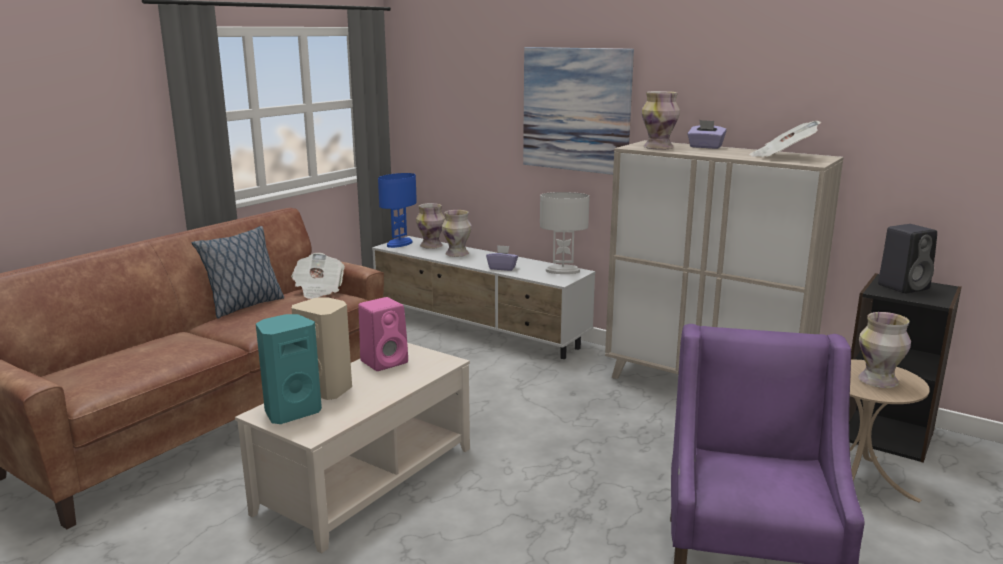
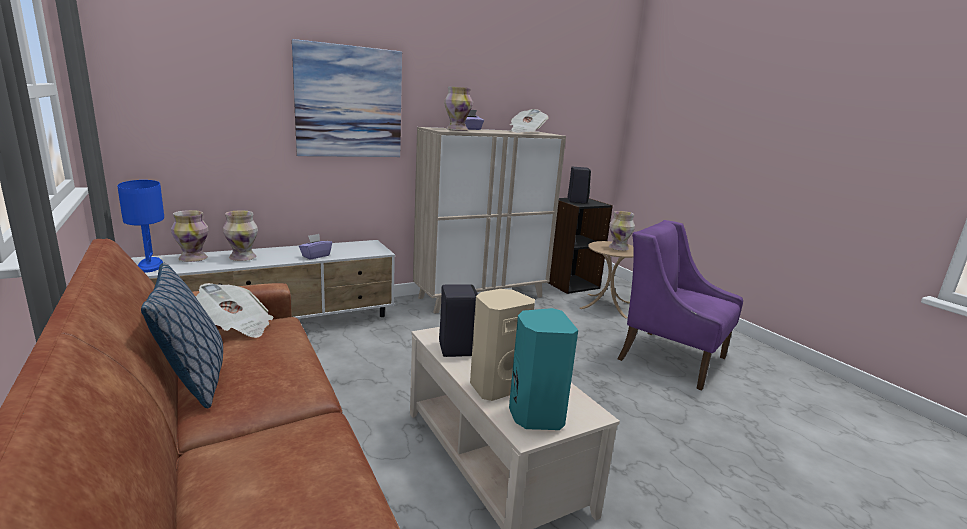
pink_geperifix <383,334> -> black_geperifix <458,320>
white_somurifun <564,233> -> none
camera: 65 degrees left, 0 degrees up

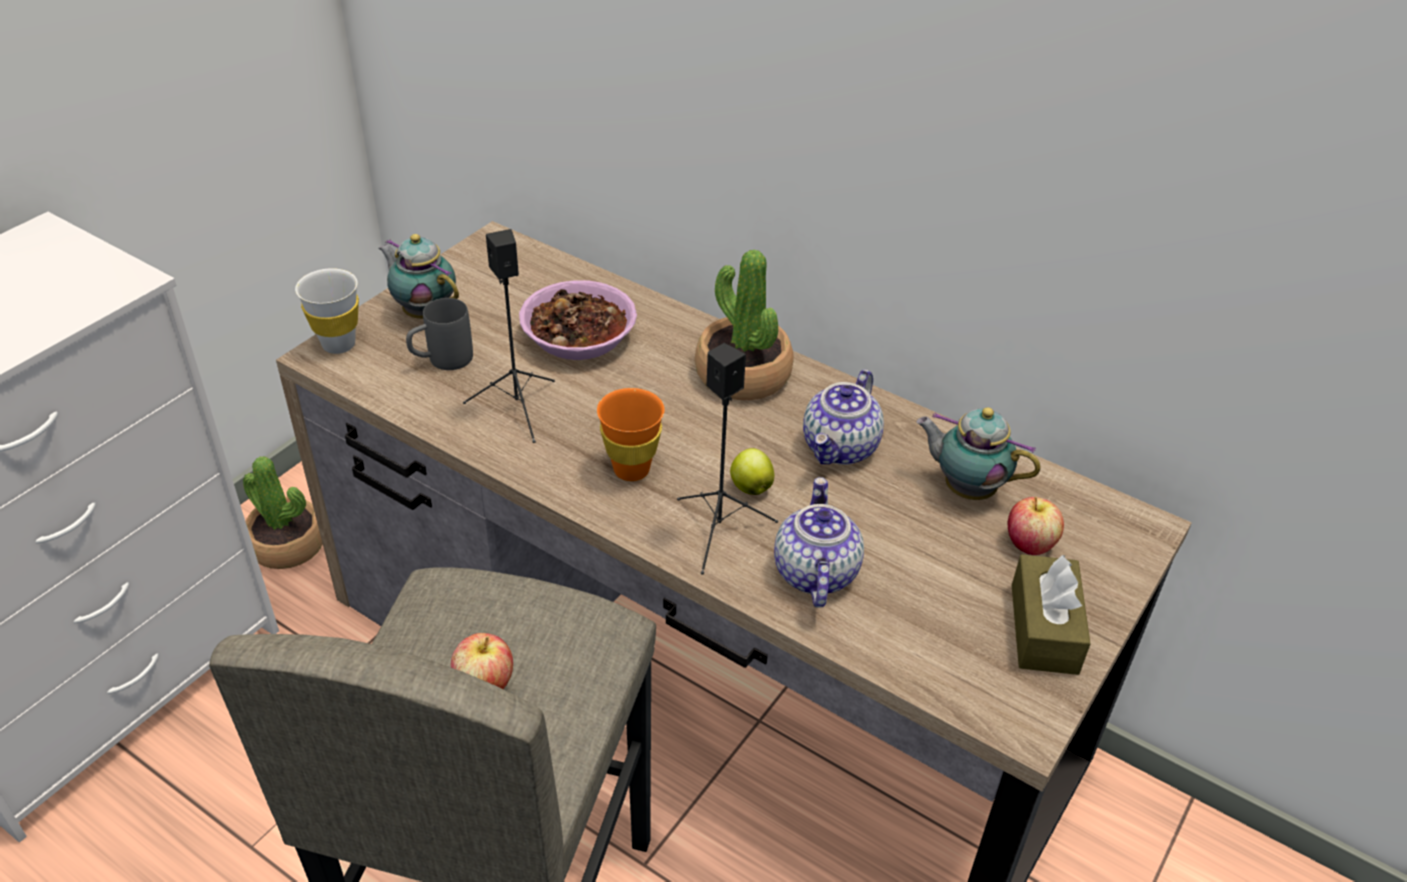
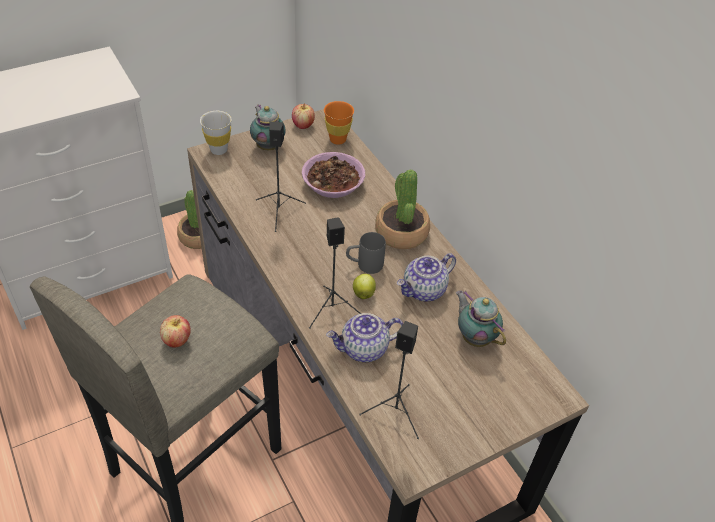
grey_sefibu <439,334> -> grey_sefibu <366,253>, move
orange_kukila <630,434> -> orange_kukila <339,123>, move
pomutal <819,542> -> pomutal <364,337>, 135 degrees counterclockwise
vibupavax <1036,526> -> vibupavax <303,116>, move
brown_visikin <1051,614> -> none
none -> black_geperifix <389,380>
camera: 25 degrees right, 5 degrees up

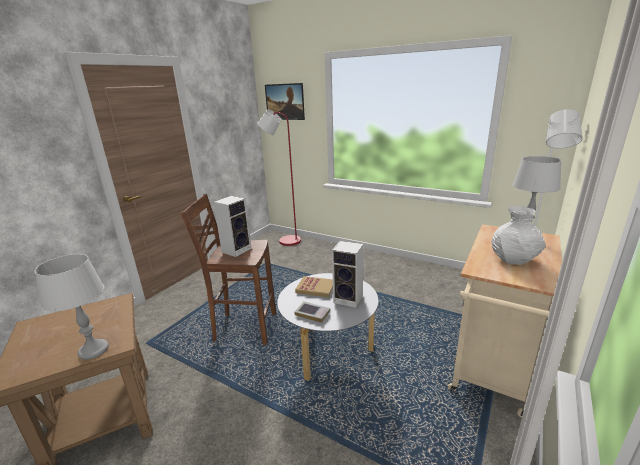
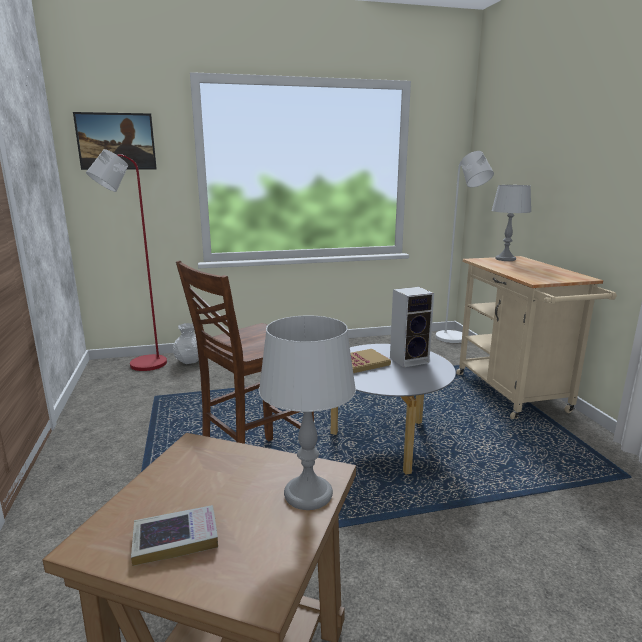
geperifix <232,226> -> none
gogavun <312,312> -> gogavun <174,535>, move
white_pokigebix <519,235> -> white_pokigebix <186,343>, move
camera: 45 degrees left, 5 degrees down

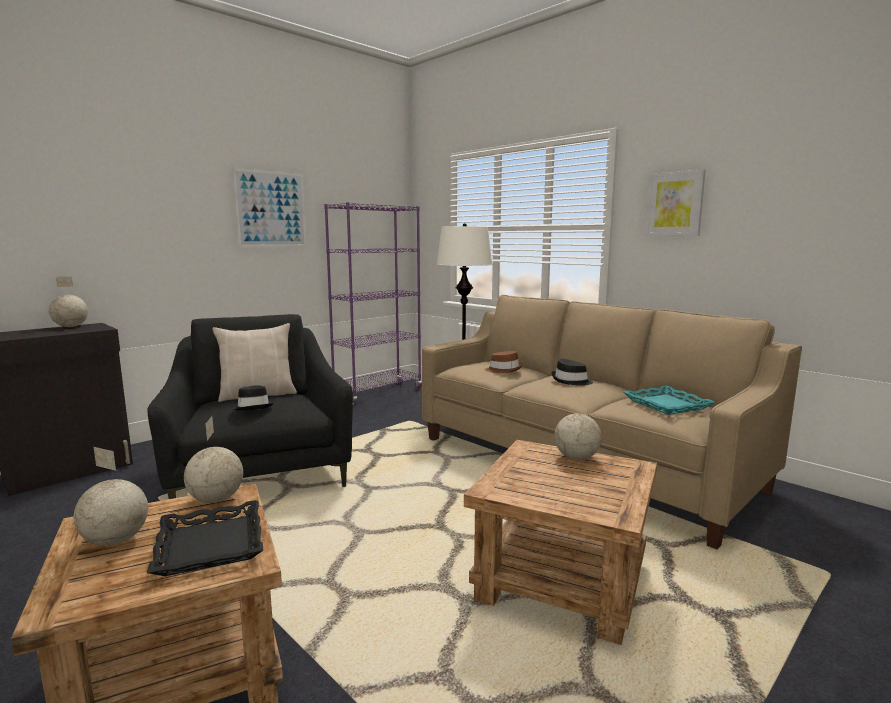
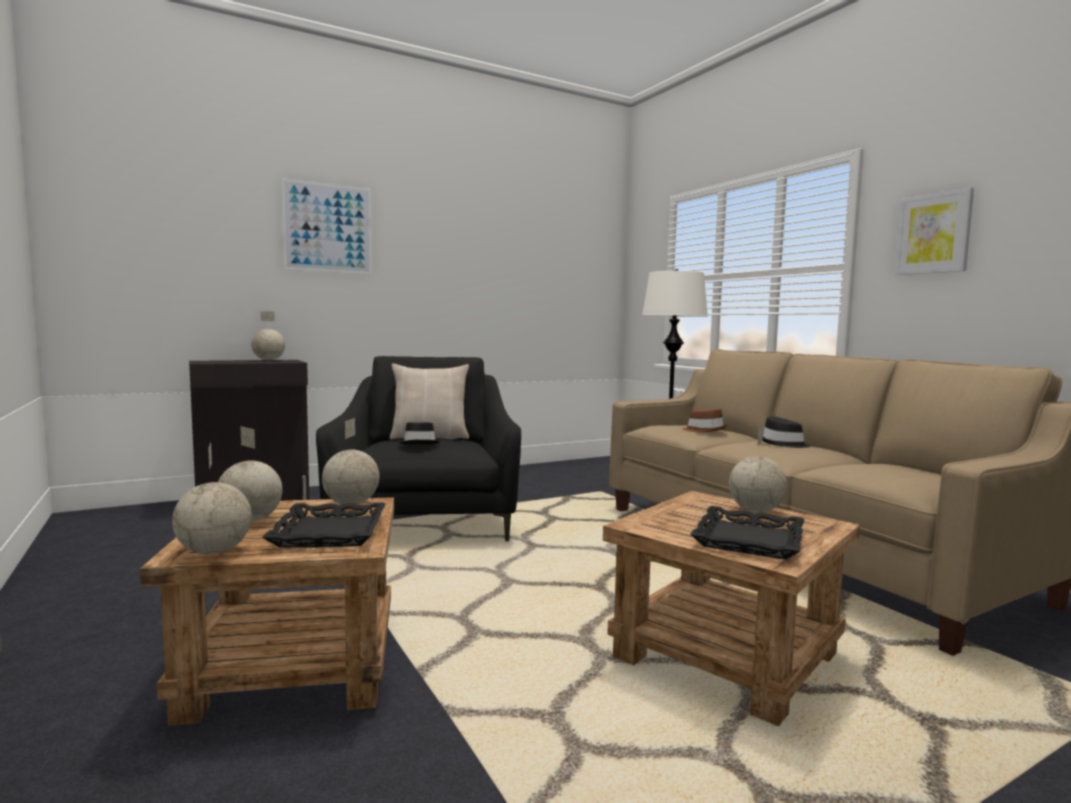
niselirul <269,207> -> niselirul <326,226>, move
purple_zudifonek <373,304> -> none
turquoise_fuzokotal <669,400> -> none
none -> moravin <212,499>
none -> black_fuzokotal <747,533>
camera: 15 degrees right, 5 degrees down

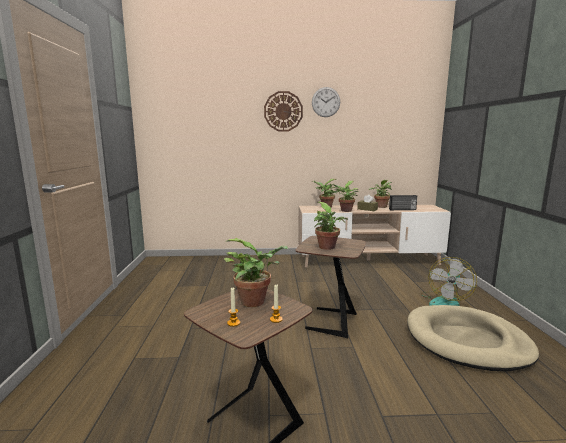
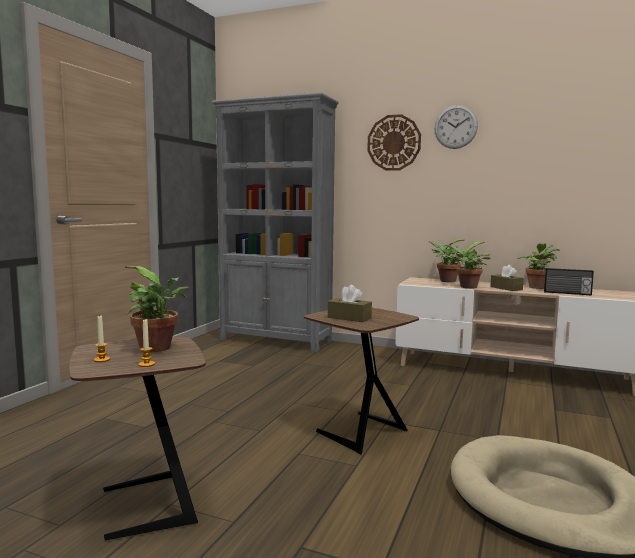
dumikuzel <331,226> -> brown_visikin <350,303>
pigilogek <449,281> -> none
none -> grey_zudifonek <275,222>
camera: 25 degrees right, 5 degrees down

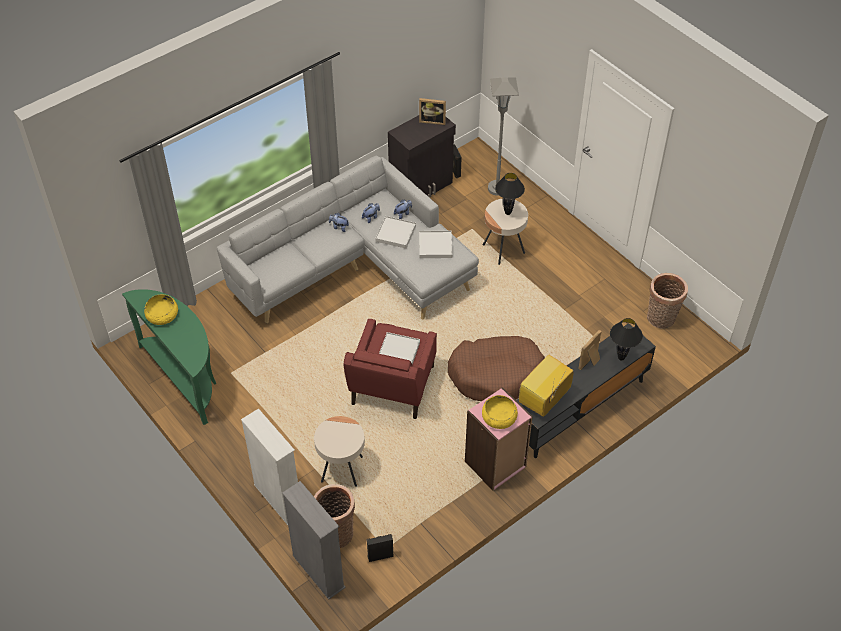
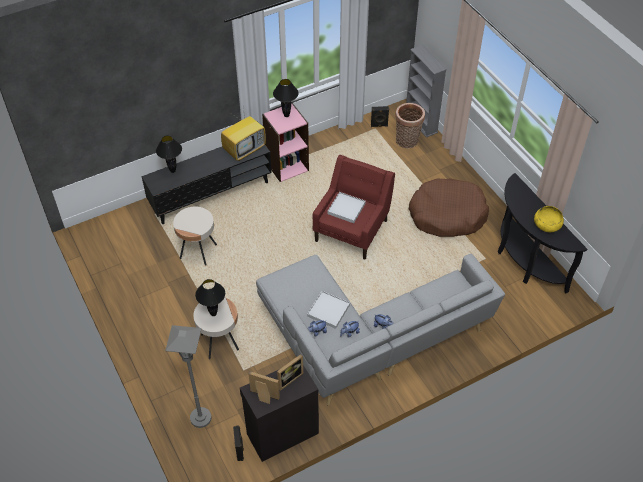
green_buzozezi <169,357> -> black_buzozezi <542,233>
white_zudifonek <269,466> -> none
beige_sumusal <339,451> -> beige_sumusal <195,236>, move
white_fuzokotal <435,244> -> none
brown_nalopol <496,368> -> brown_nalopol <448,207>, move
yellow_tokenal <500,412> -> black_somurifun <286,98>
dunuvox <590,350> -> dunuvox <290,372>, move
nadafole <667,300> -> none
camera: 170 degrees left, 0 degrees up

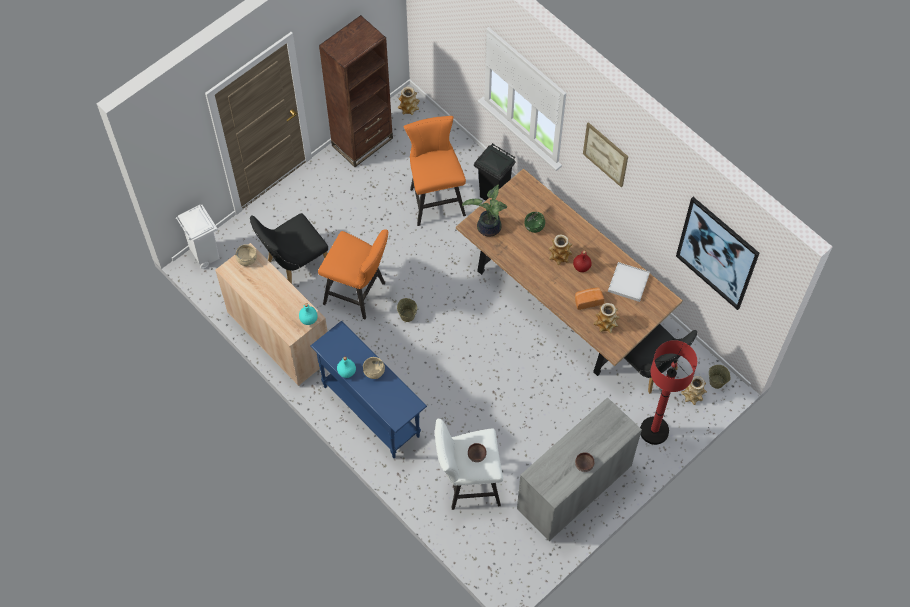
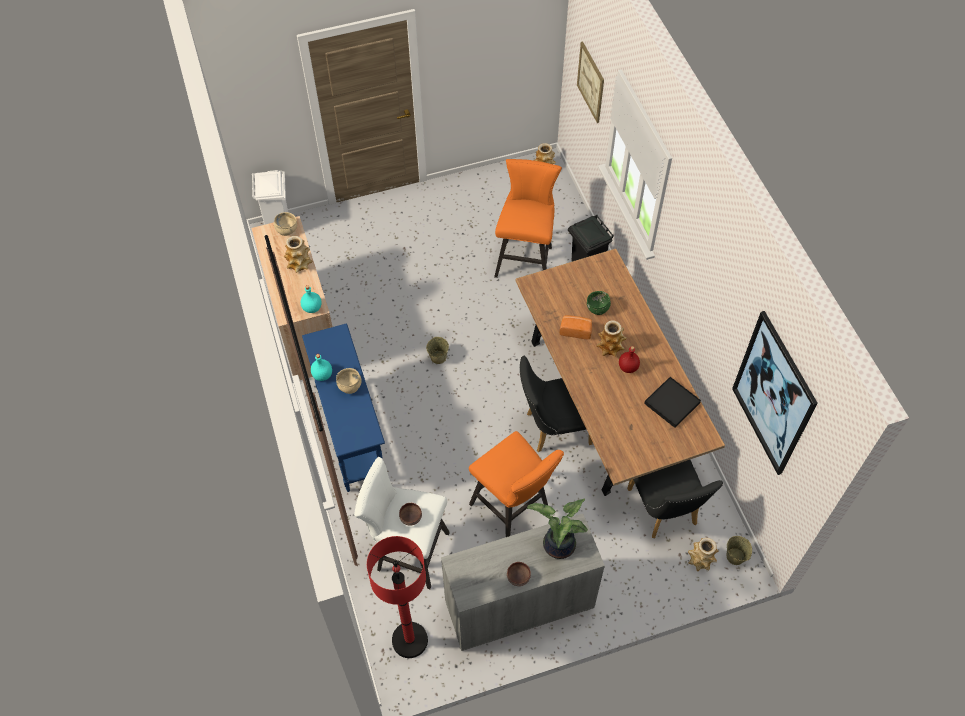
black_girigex <289,248> -> black_girigex <556,404>, move
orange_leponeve <353,274> -> orange_leponeve <516,484>, move
brown_zudifonek <356,91> -> none
dumikuzel <484,211> -> dumikuzel <557,529>, move
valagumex <589,298> -> valagumex <576,327>, move
niselirul <605,155> -> niselirul <590,82>, move
pokigebix <606,318> -> pokigebix <298,254>, move
white_fuzokotal <629,282> -> black_fuzokotal <672,402>
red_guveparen <668,392> -> red_guveparen <397,597>, move
camera: 25 degrees right, 5 degrees down

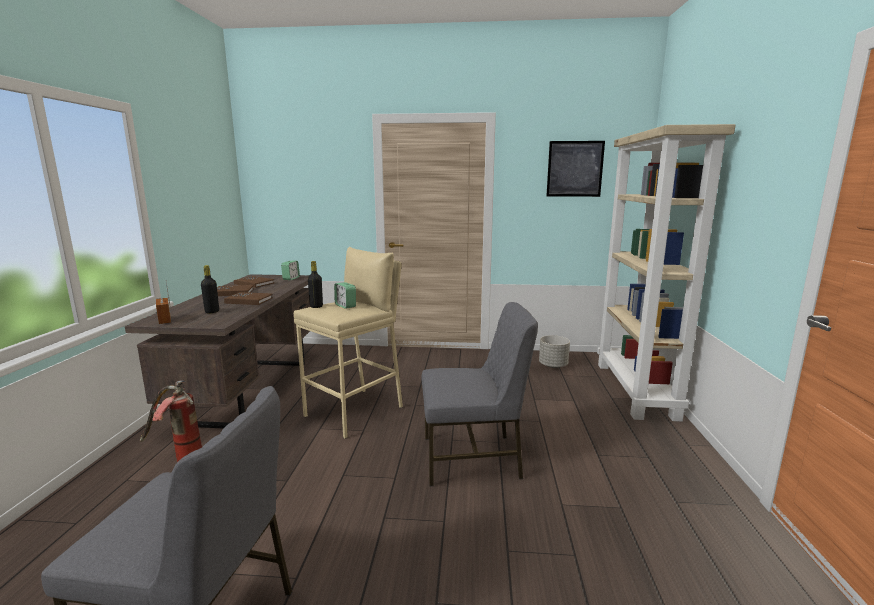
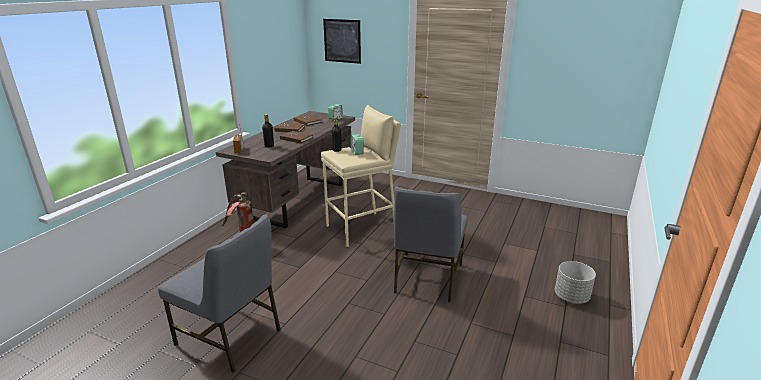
grey_girigex <479,394> -> grey_girigex <431,244>, 90 degrees clockwise
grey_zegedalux <554,351> -> grey_zegedalux <575,282>, move
niselirul <576,169> -> niselirul <342,41>, move
beige_zudifonek <666,273> -> none
camera: 20 degrees right, 10 degrees up

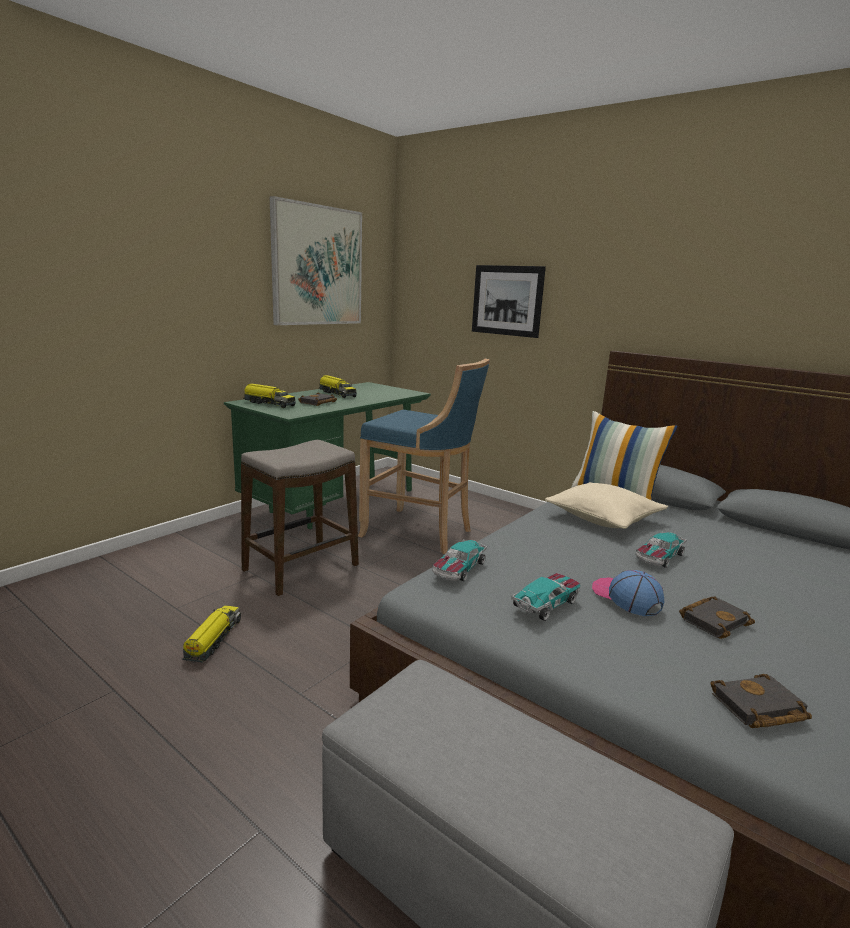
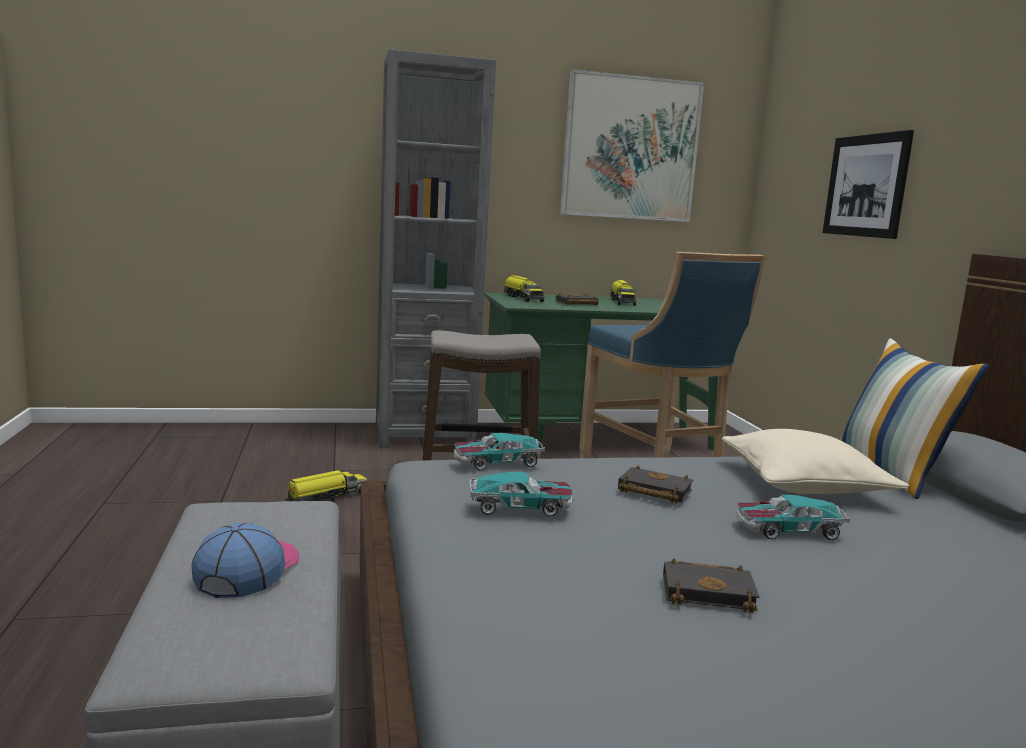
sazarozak <628,593> -> sazarozak <245,560>, move
black_gogavun <761,701> -> black_gogavun <655,484>, move
none -> grey_zudifonek <436,248>
camera: 40 degrees right, 5 degrees down

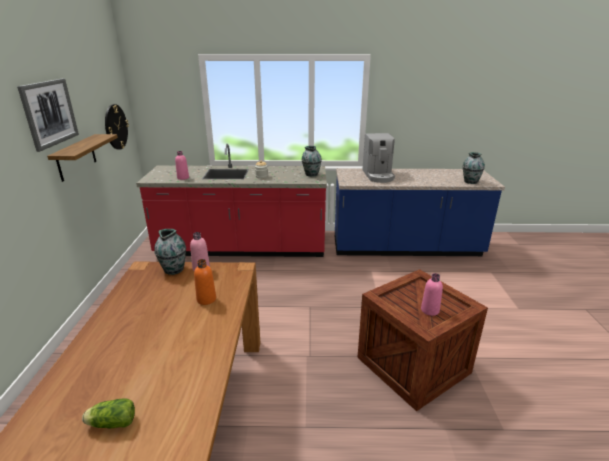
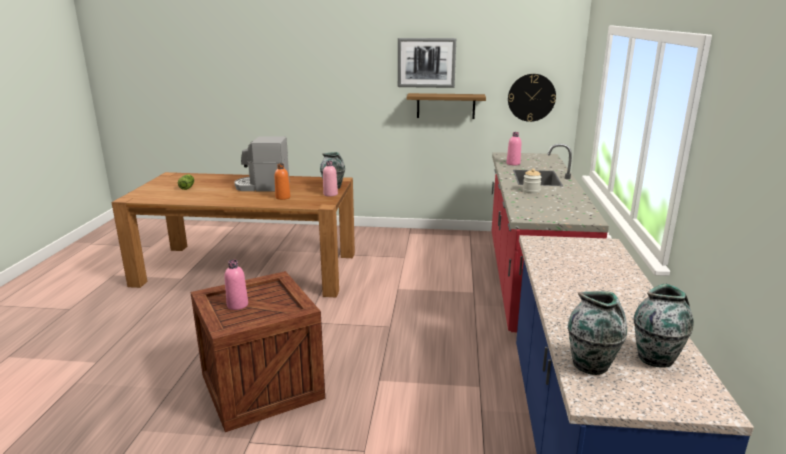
pokigebix <311,161> -> pokigebix <664,326>, move
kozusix <378,158> -> kozusix <262,164>, move
camera: 95 degrees right, 5 degrees down

